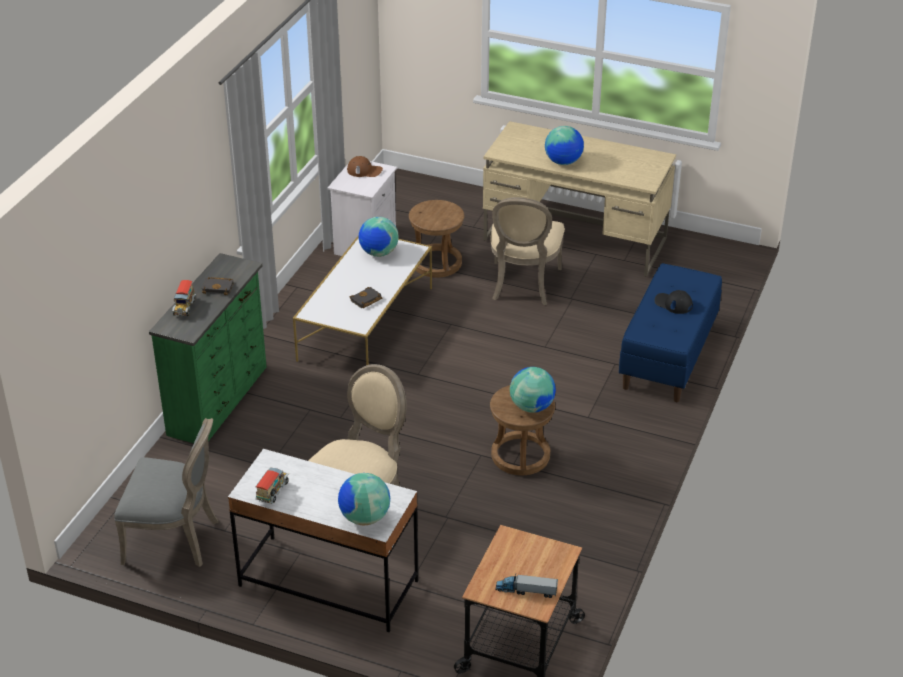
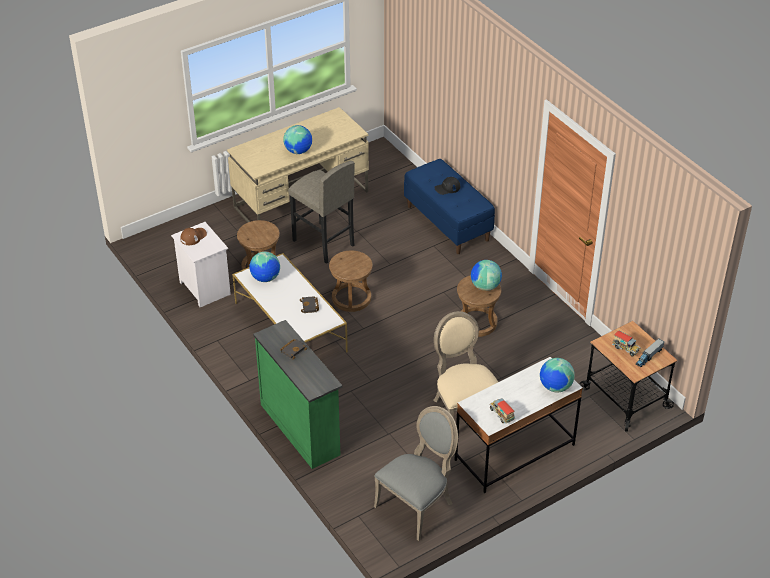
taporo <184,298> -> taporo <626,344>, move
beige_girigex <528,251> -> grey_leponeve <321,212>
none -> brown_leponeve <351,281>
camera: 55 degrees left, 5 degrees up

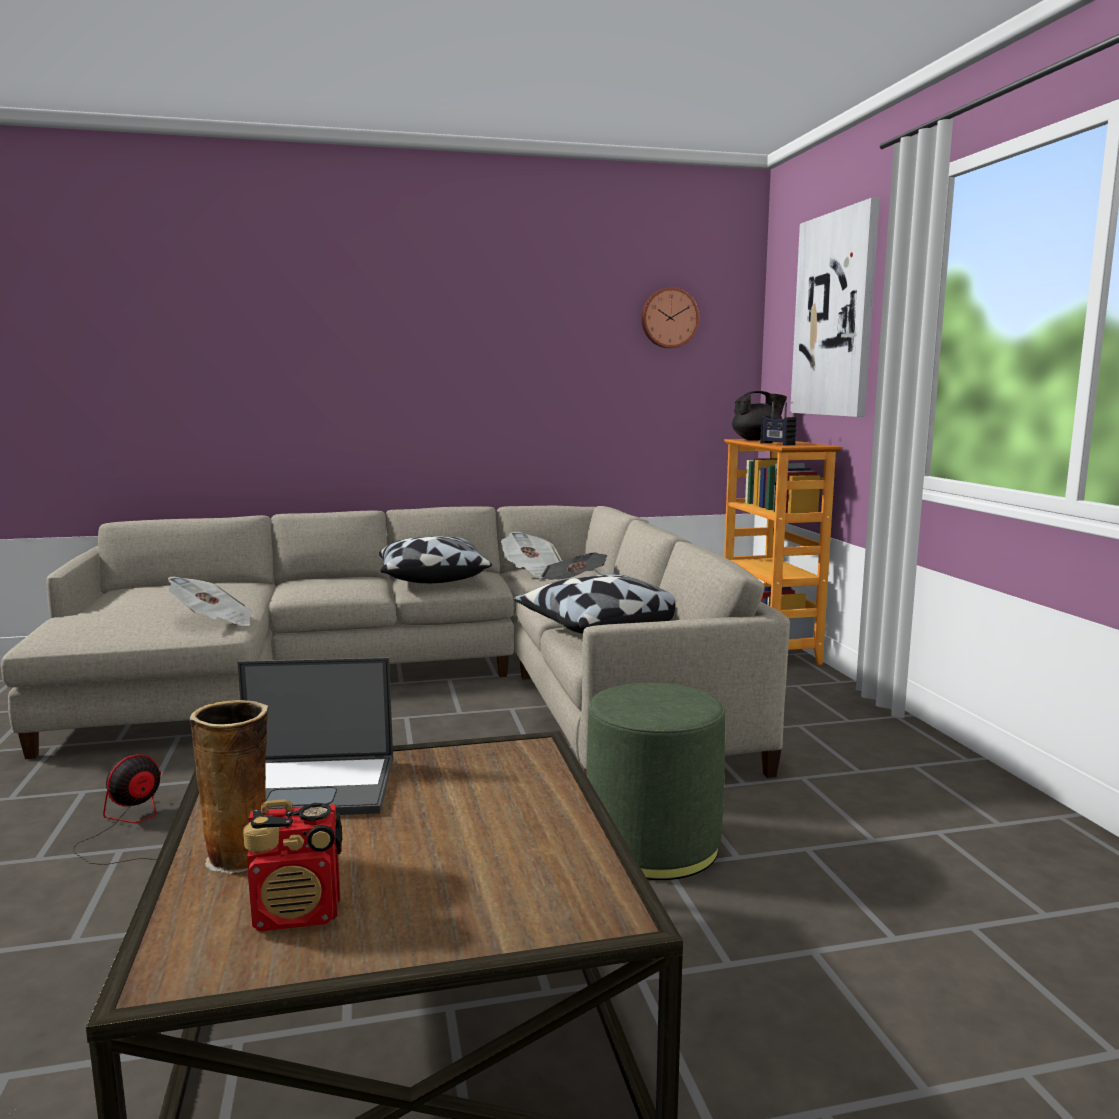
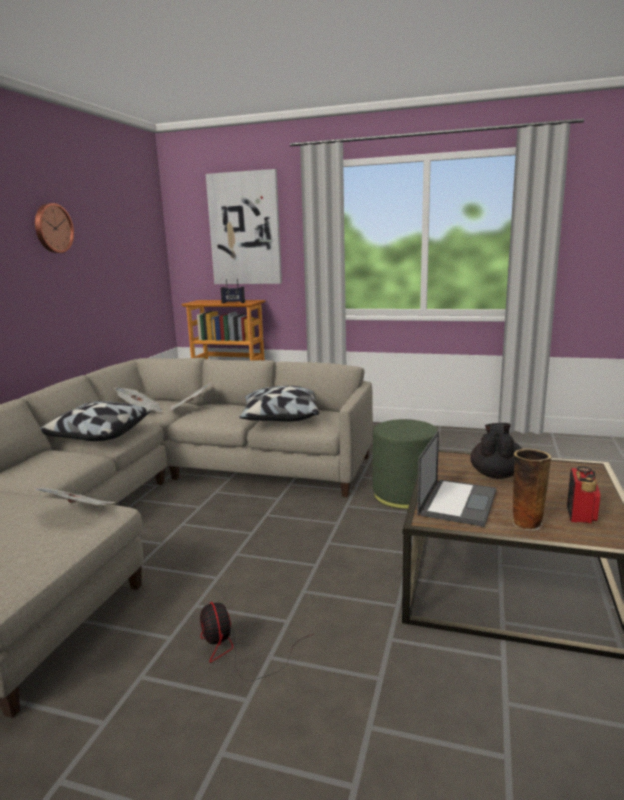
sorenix <670,317> -> sorenix <54,228>, move
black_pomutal <759,415> -> black_pomutal <496,451>, move
camera: 60 degrees left, 5 degrees up

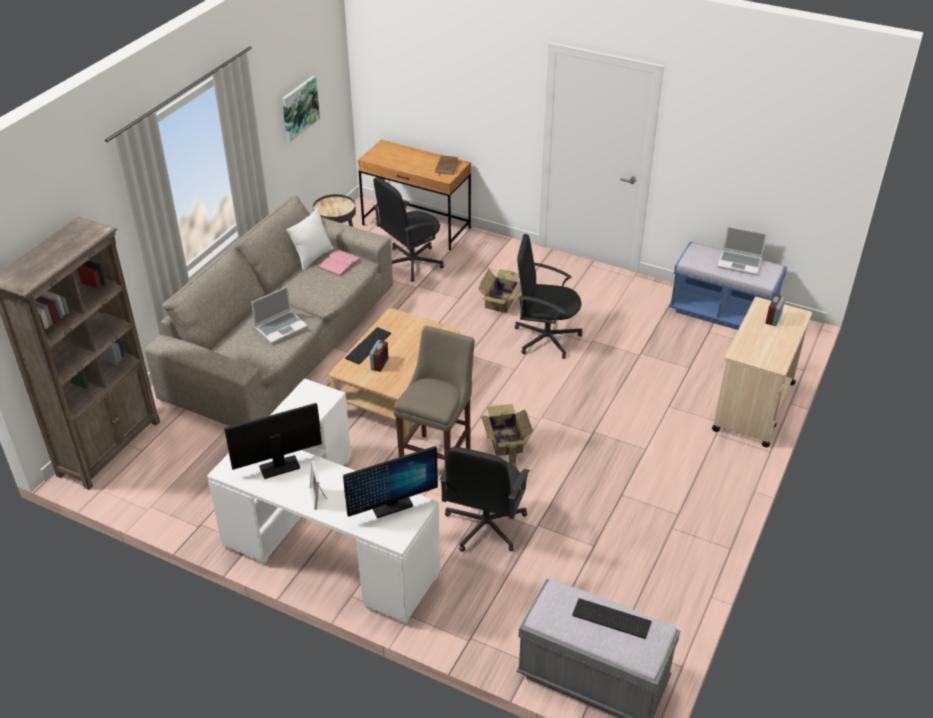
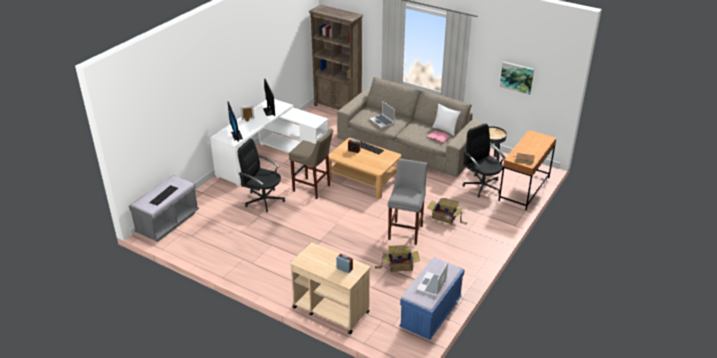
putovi <507,436> -> putovi <397,258>, move
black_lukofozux <548,296> -> grey_leponeve <407,202>
camera: 95 degrees right, 5 degrees down

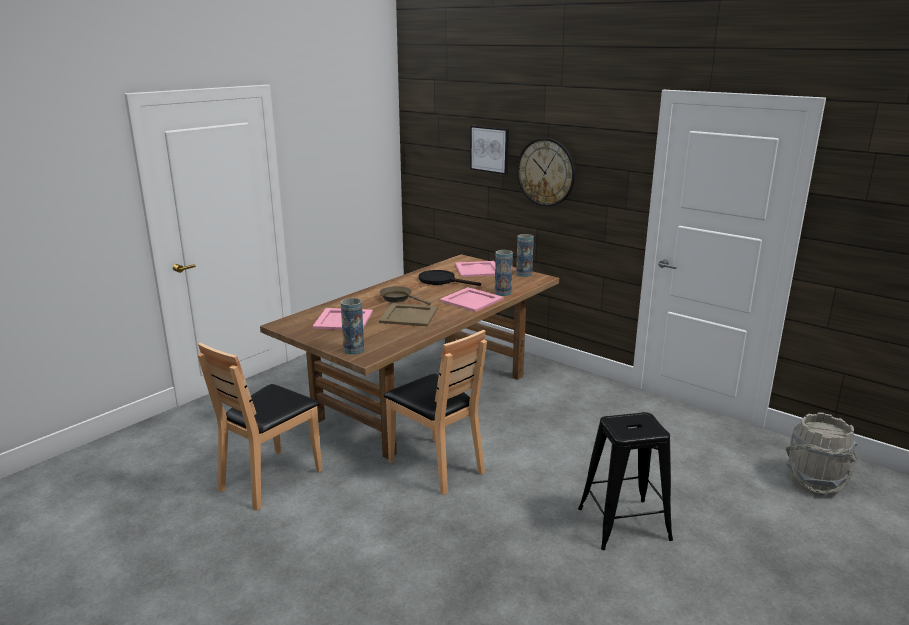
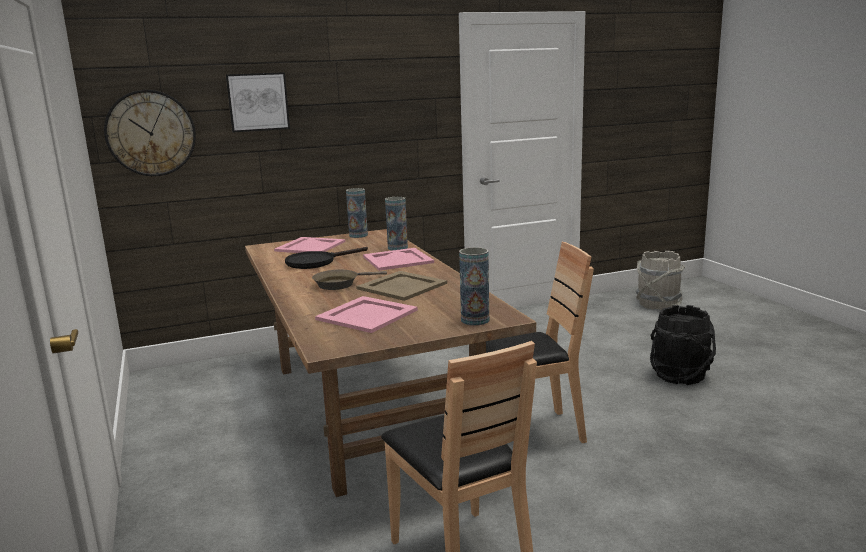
sorenix <546,172> -> sorenix <150,133>, move
black_leponeve <625,481> -> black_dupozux <683,345>
camera: 60 degrees left, 5 degrees down

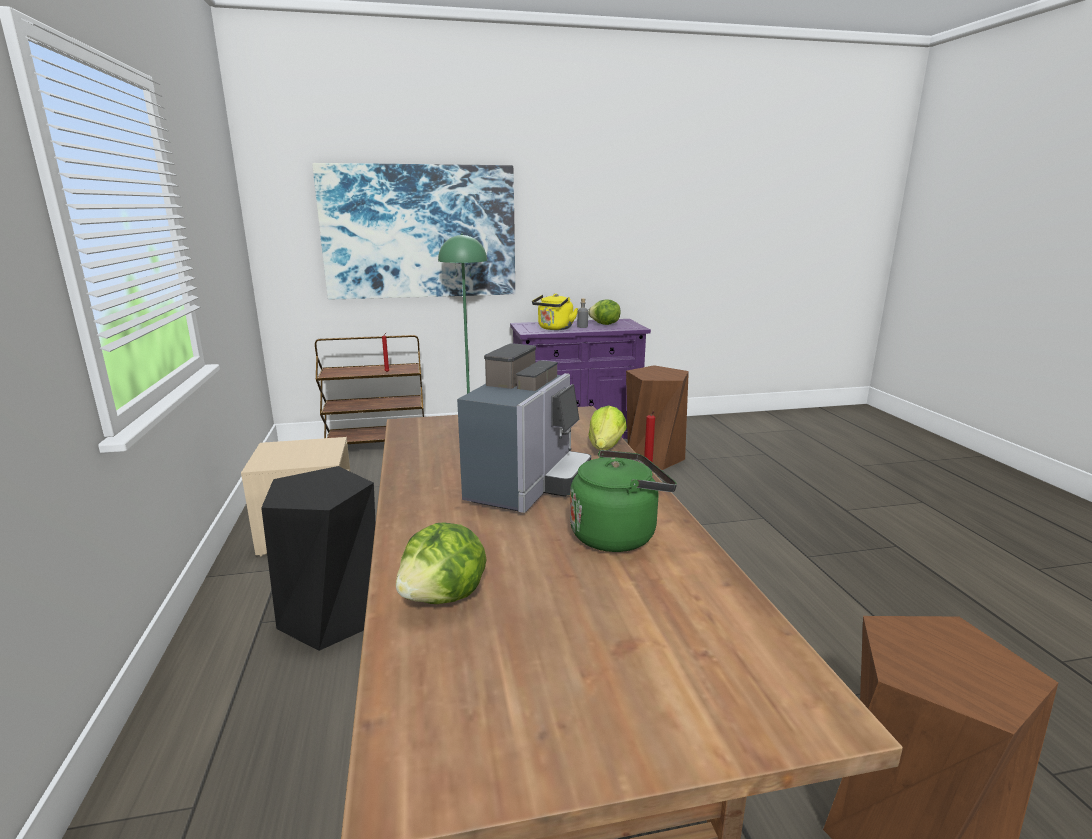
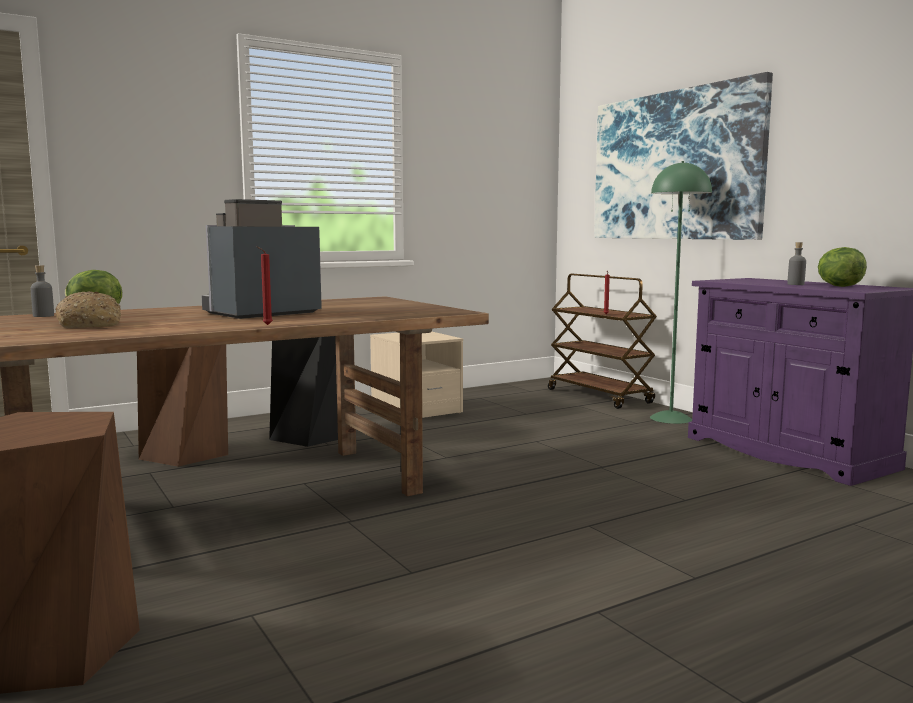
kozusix <524,428> -> kozusix <261,259>, 135 degrees clockwise
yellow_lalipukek <555,312> -> none
green_lalipukek <623,501> -> none
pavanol <608,427> -> none
brown_leponeve <657,417> -> brown_leponeve <182,405>, move
none -> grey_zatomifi <42,291>
none -> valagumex <88,309>
camera: 70 degrees right, 10 degrees down

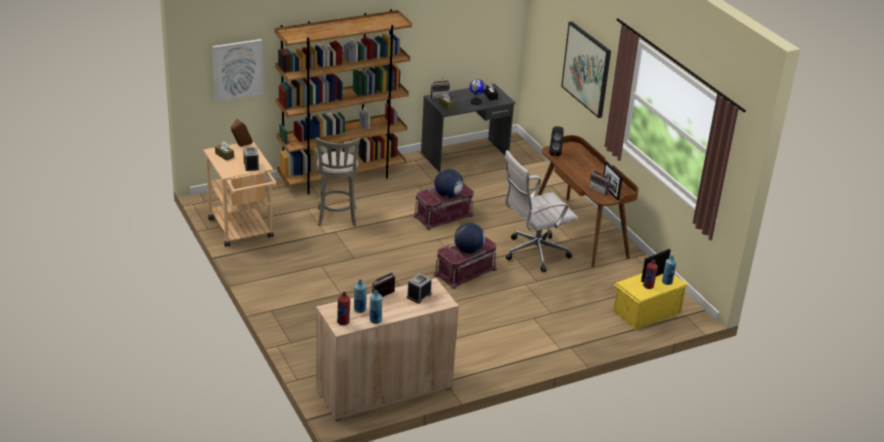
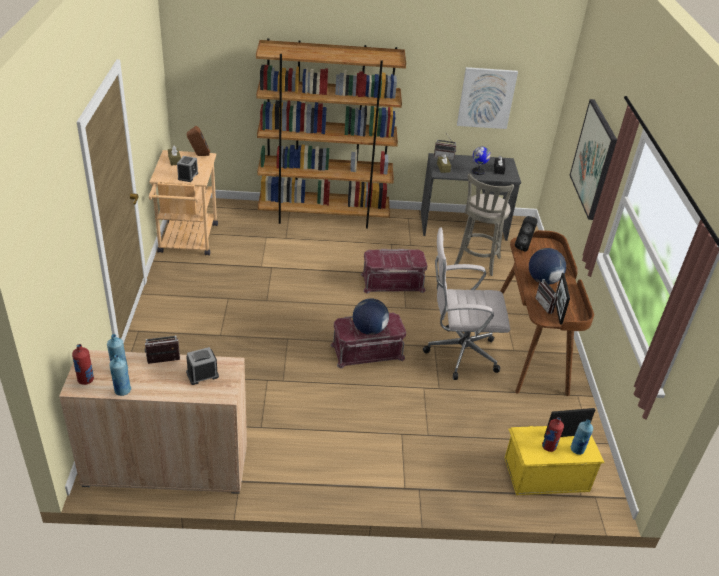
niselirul <238,70> -> niselirul <487,98>, move
grey_leponeve <338,181> -> grey_leponeve <484,224>, move
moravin <448,183> -> moravin <547,266>, move
camera: 25 degrees right, 5 degrees up

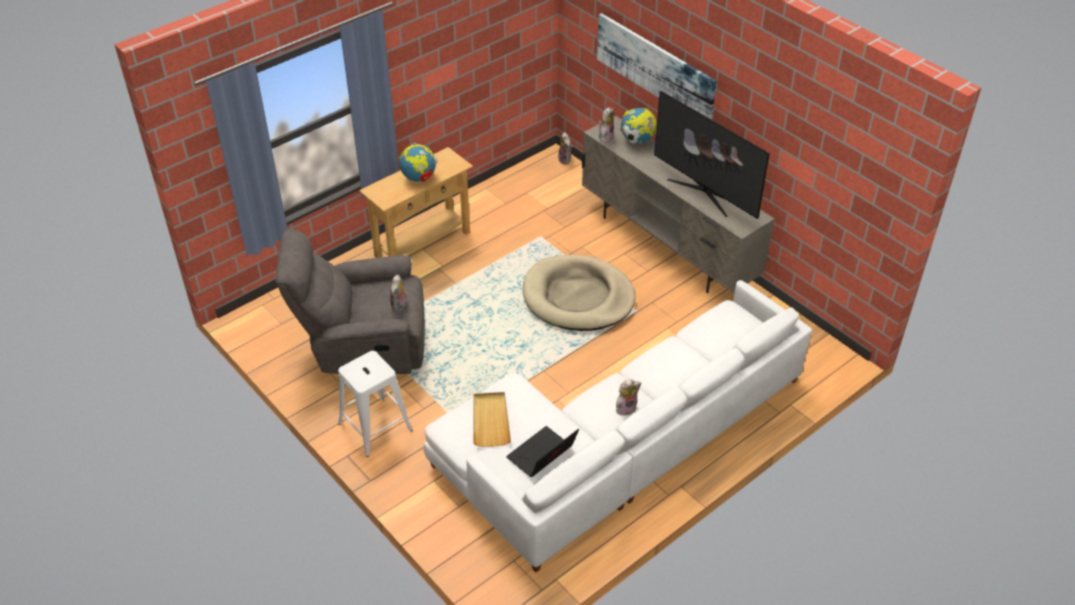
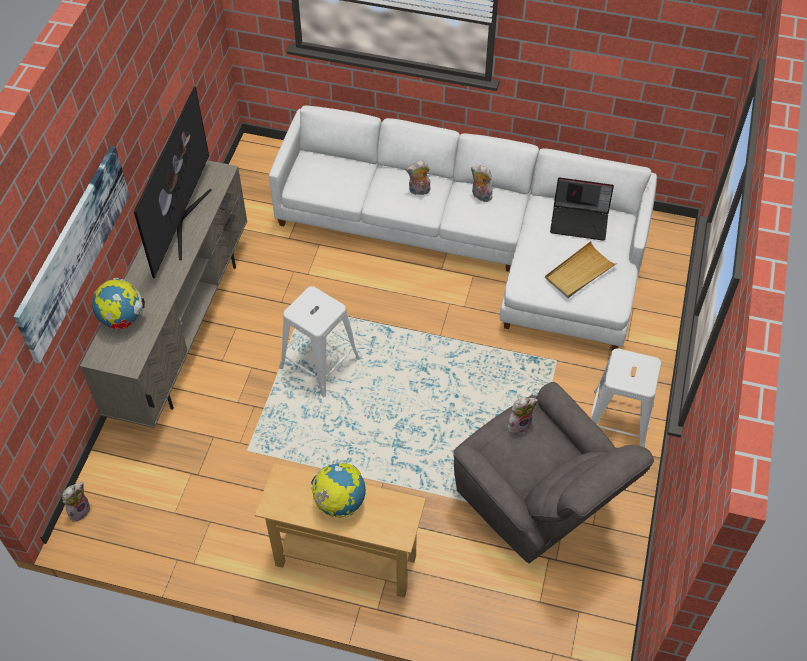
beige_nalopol <579,293> -> white_leponeve <319,341>
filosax <606,125> -> filosax <418,178>, move
camera: 125 degrees left, 10 degrees up

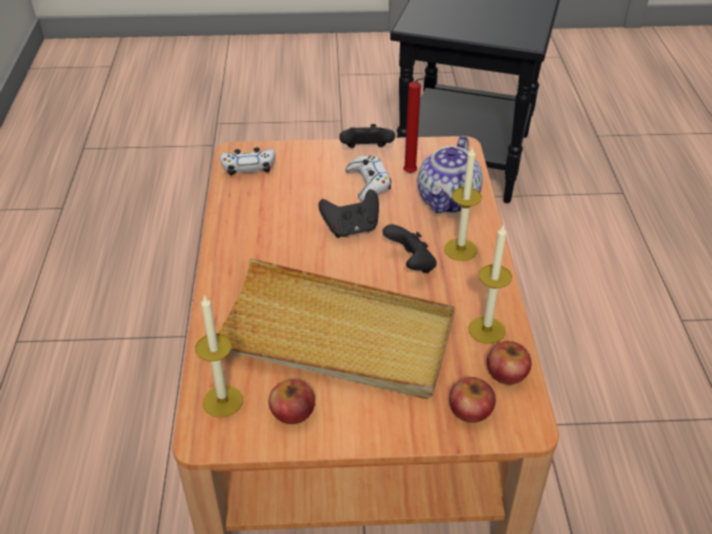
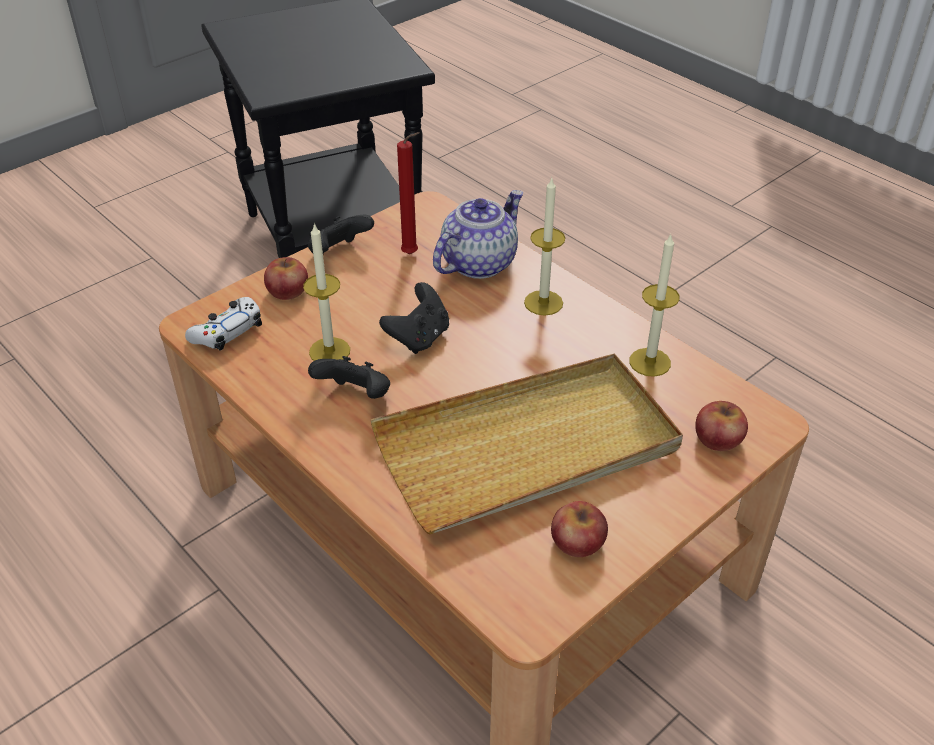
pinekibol <219,356> -> pinekibol <326,292>, move
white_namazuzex <368,178> -> none
black_namazuzex <410,248> -> black_namazuzex <349,377>, move
pomutal <450,174> -> pomutal <478,234>, 120 degrees counterclockwise
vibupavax <509,363> -> vibupavax <286,278>, move
camera: 40 degrees left, 0 degrees up

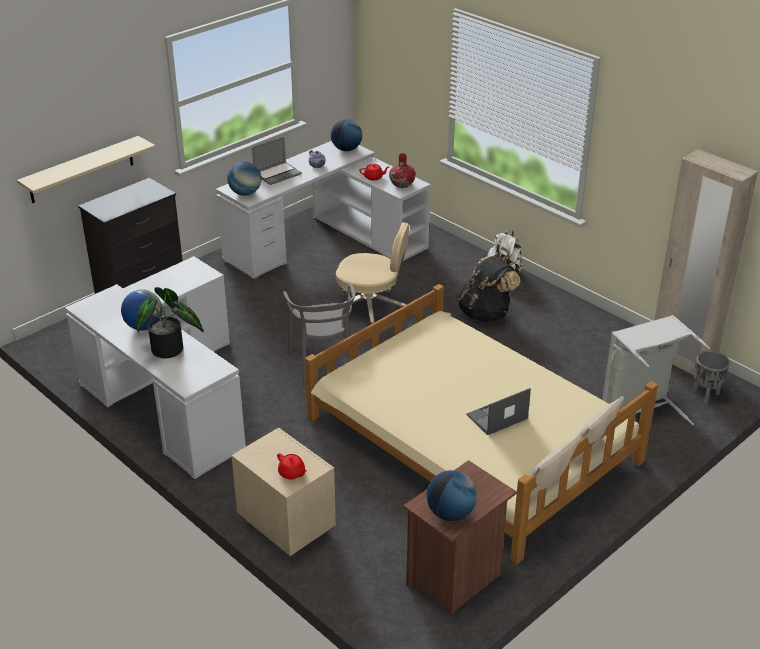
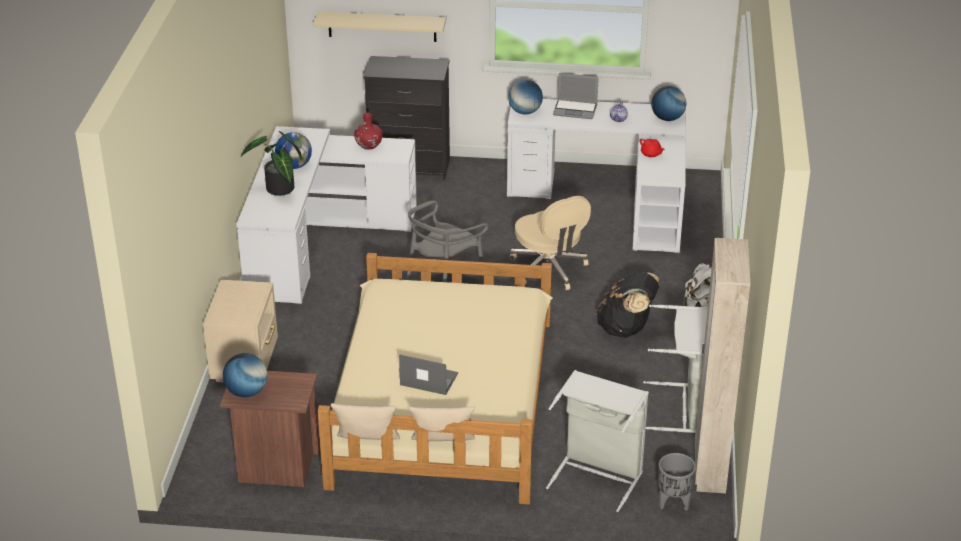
red_pomutal <292,466> -> none
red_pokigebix <402,170> -> red_pokigebix <368,131>, move
none -> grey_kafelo <675,369>
camera: 50 degrees right, 0 degrees up

